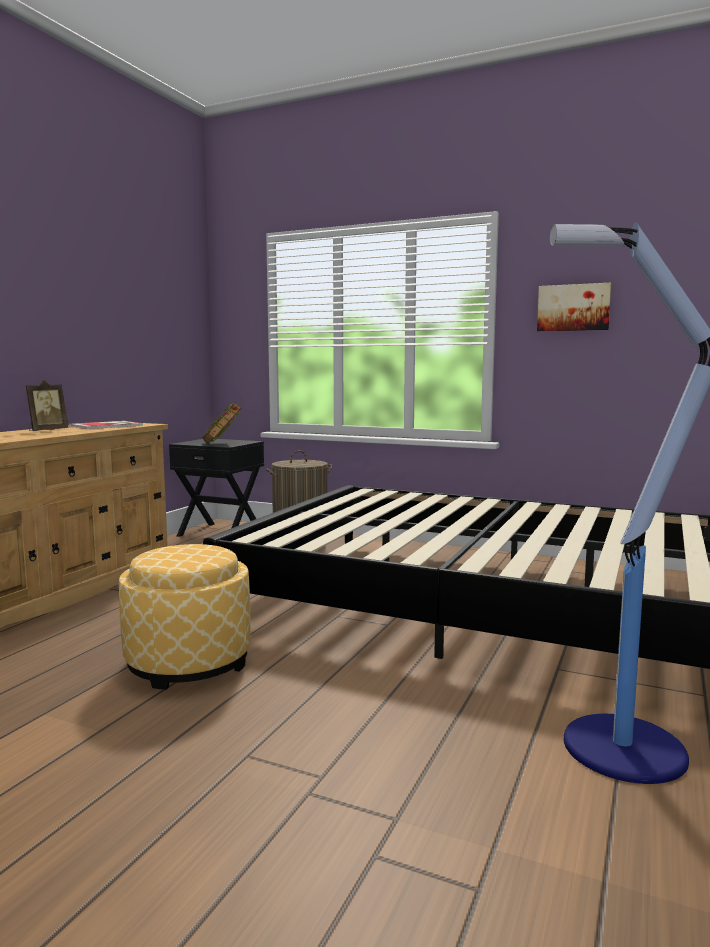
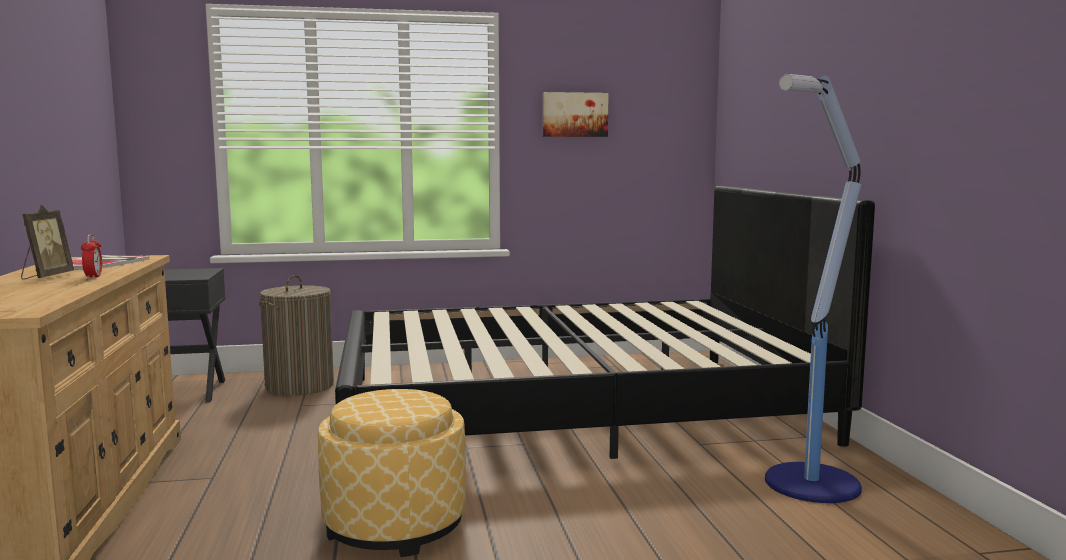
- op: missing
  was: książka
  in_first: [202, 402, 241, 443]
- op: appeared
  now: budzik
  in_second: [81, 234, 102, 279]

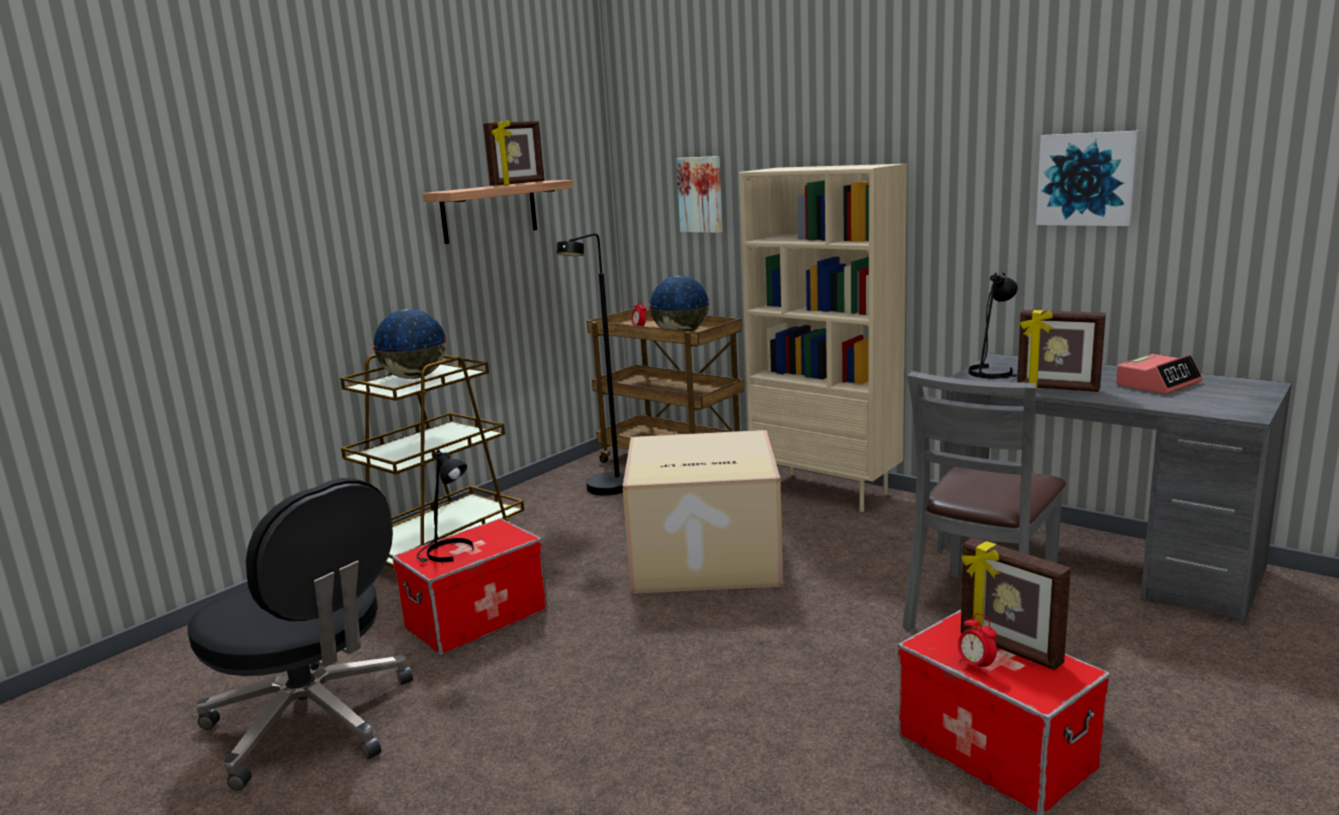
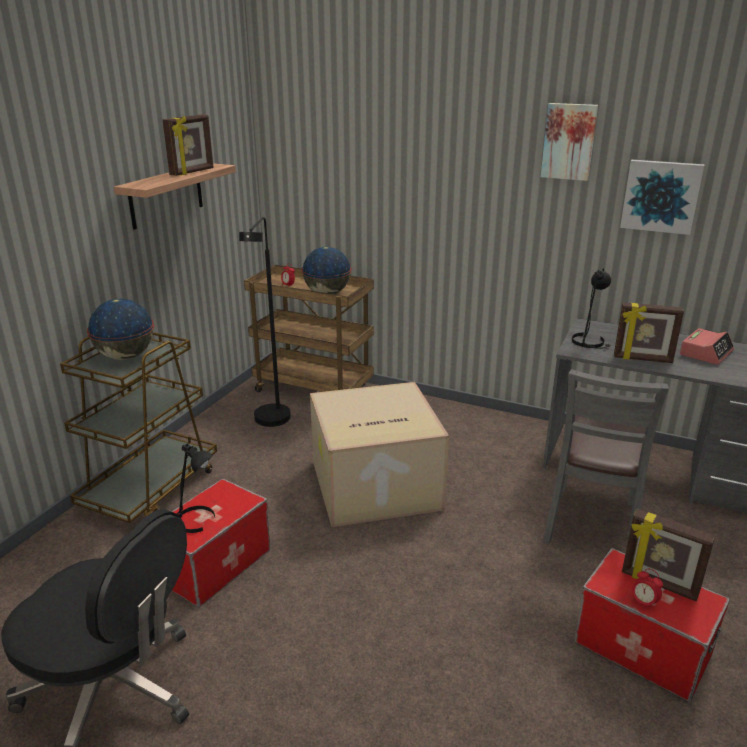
- op: relocated
  was: obraz
  in_first: [676, 156, 723, 233]
  in_second: [541, 103, 598, 181]
- op: missing
  was: regał/beżowy
  in_first: [739, 164, 907, 512]

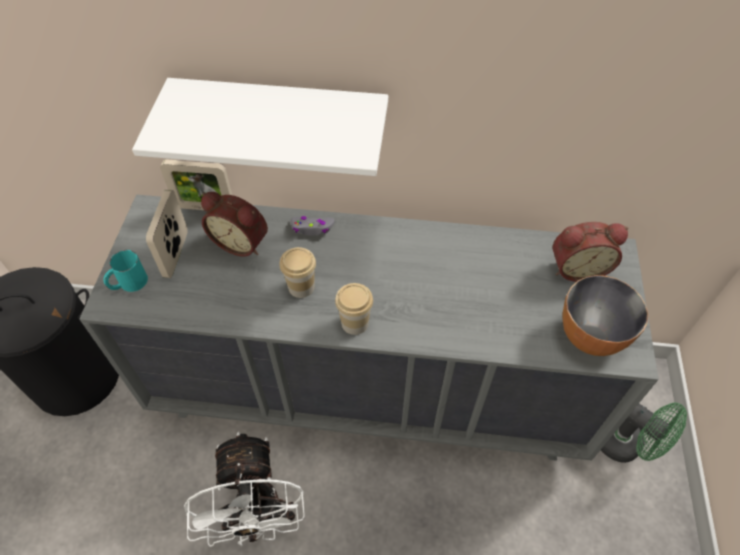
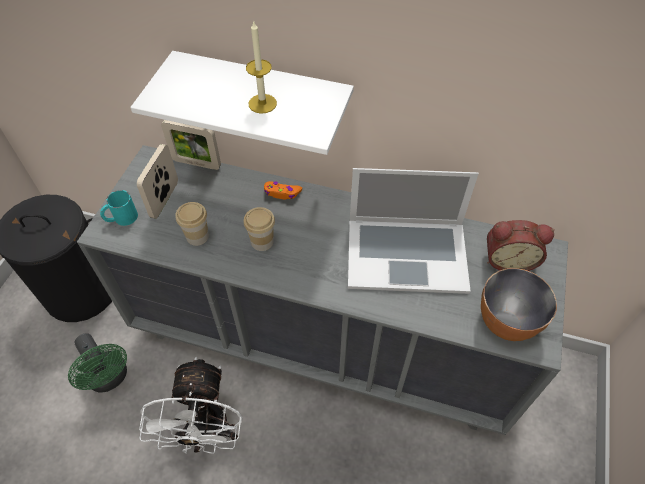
- op: missing
  was: budzik
  in_first: [201, 192, 268, 257]
- op: colour
  was: pad do gier/szary
  now: pad do gier/pomarańczowy
  in_first: [291, 216, 335, 235]
  in_second: [264, 181, 302, 199]
- op: relocated
  was: filiżanka
  in_first: [335, 283, 373, 335]
  in_second: [175, 202, 209, 246]
- op: relocated
  was: wentylator/zielony
  in_first: [601, 403, 687, 463]
  in_second: [68, 333, 127, 392]
- op: appeared
  now: świeca
  in_second: [246, 20, 277, 114]
- op: appeared
  now: laptop
  in_second: [348, 168, 479, 294]

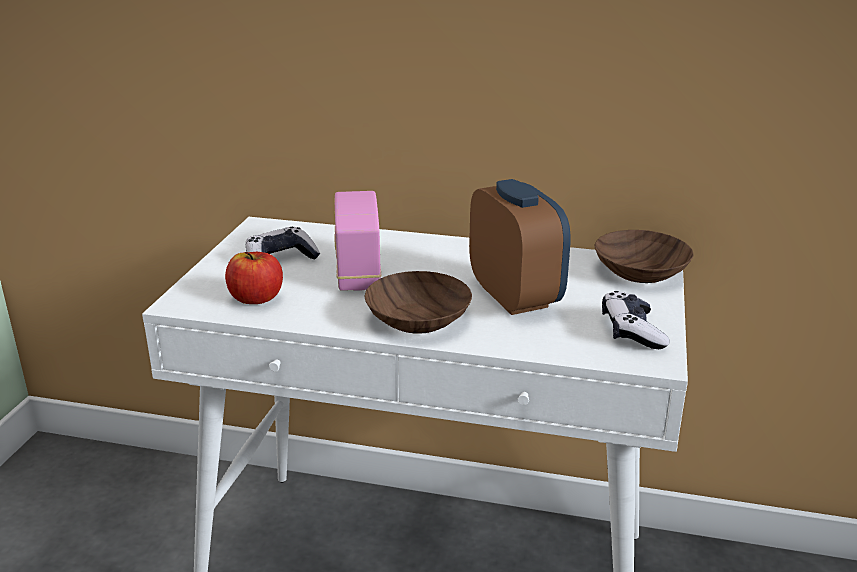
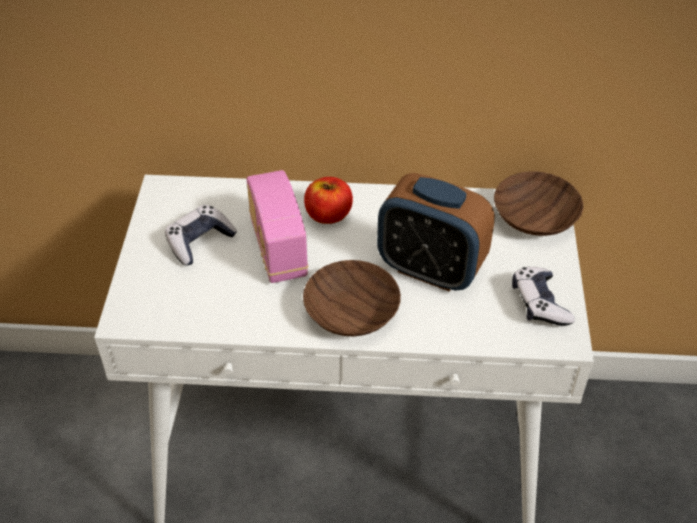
- op: spun
  was: budzik
  in_first: [469, 179, 571, 315]
  in_second: [377, 173, 495, 292]
  clockwise: 150
- op: relocated
  was: jabłko
  in_first: [225, 252, 283, 304]
  in_second: [304, 177, 353, 224]

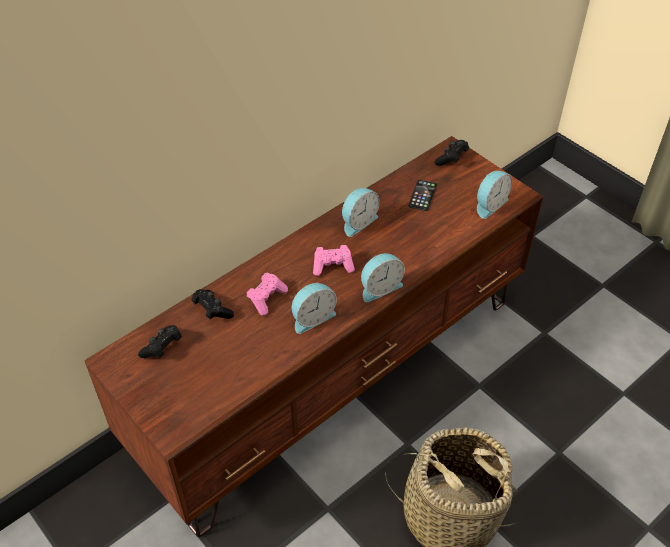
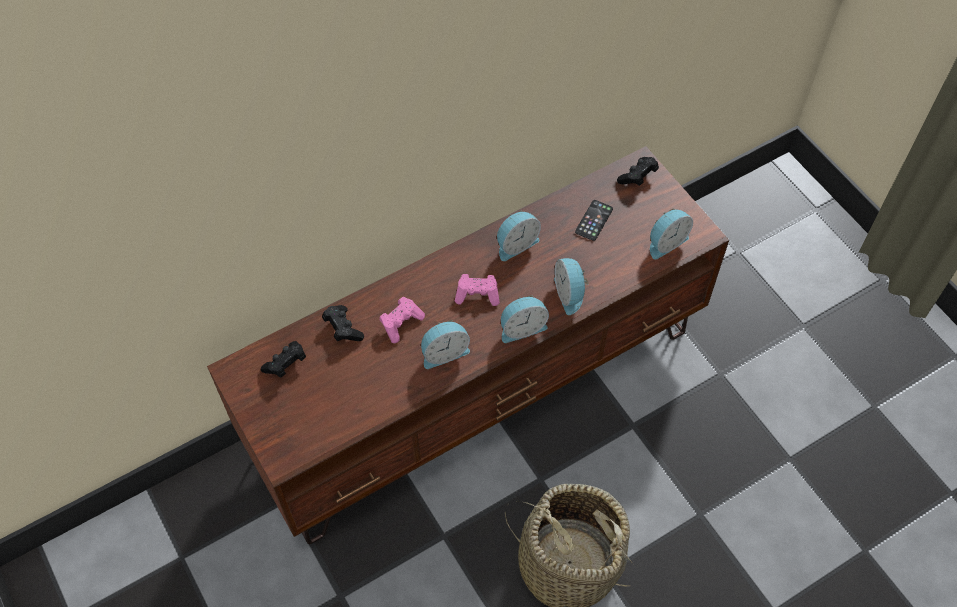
- op: appeared
  now: budzik
  in_second: [554, 258, 589, 315]

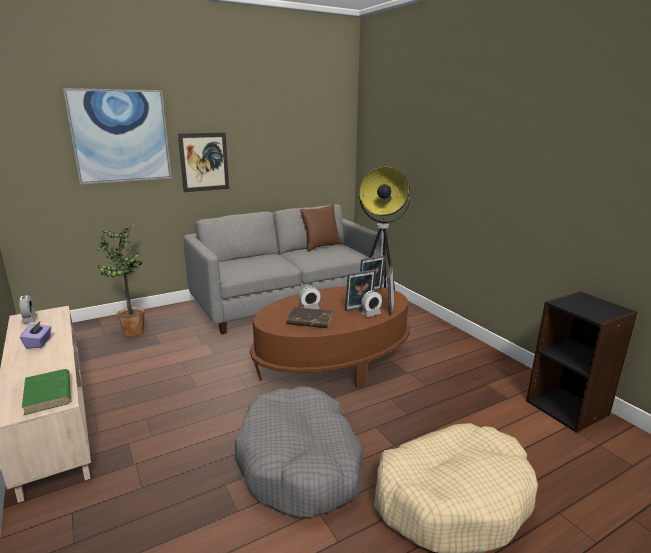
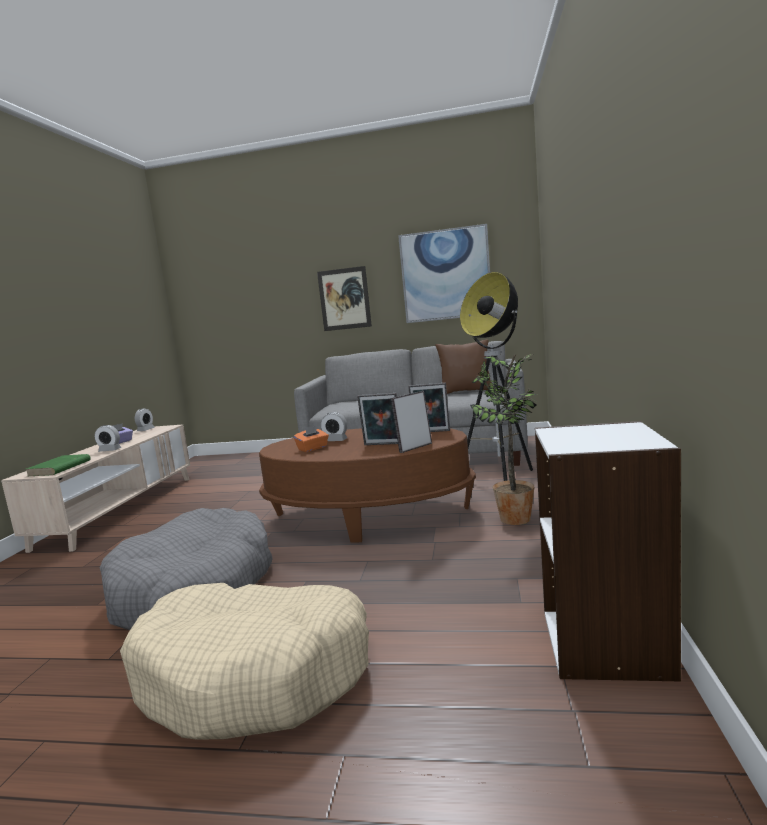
- op: relocated
  was: obraz
  in_first: [63, 88, 172, 184]
  in_second: [398, 224, 490, 323]
- op: relocated
  was: roślina doniczkowa
  in_first: [97, 224, 145, 336]
  in_second: [470, 354, 538, 525]
- op: relocated
  was: budzik
  in_first: [361, 290, 382, 317]
  in_second: [94, 425, 121, 452]
- op: colour
  was: regał/czarny
  now: regał/biały
  in_first: [526, 291, 638, 433]
  in_second: [535, 421, 681, 681]
- op: exchanged
  was: książka/brązowy
  now: pudełko chusteczek/pomarańczowy
  in_first: [286, 307, 333, 328]
  in_second: [294, 425, 329, 452]

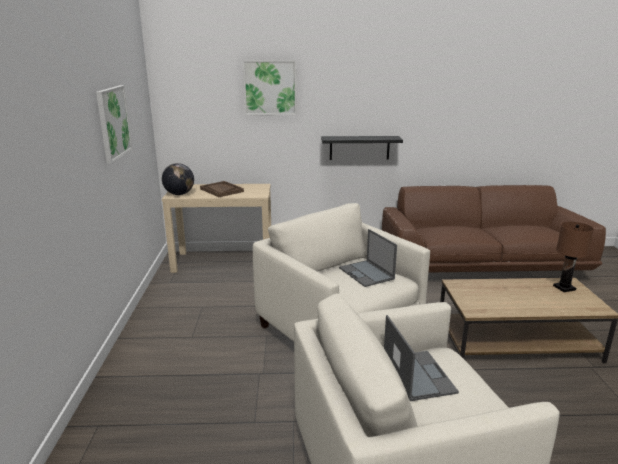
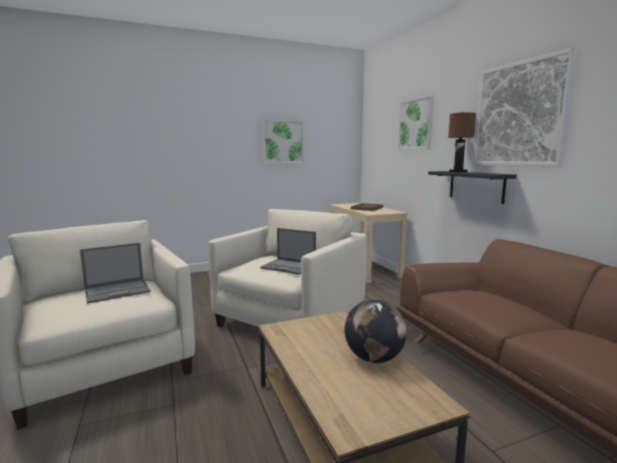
- op: relocated
  was: globus
  in_first: [162, 163, 194, 195]
  in_second: [345, 299, 407, 363]
- op: relocated
  was: lampa stołowa/brązowy
  in_first: [553, 222, 594, 292]
  in_second: [448, 112, 476, 172]
- op: spun
  was: laptop
  in_first: [339, 229, 397, 287]
  in_second: [260, 228, 316, 275]
  clockwise: -105
- op: appeared
  now: obraz
  in_second: [473, 47, 578, 166]

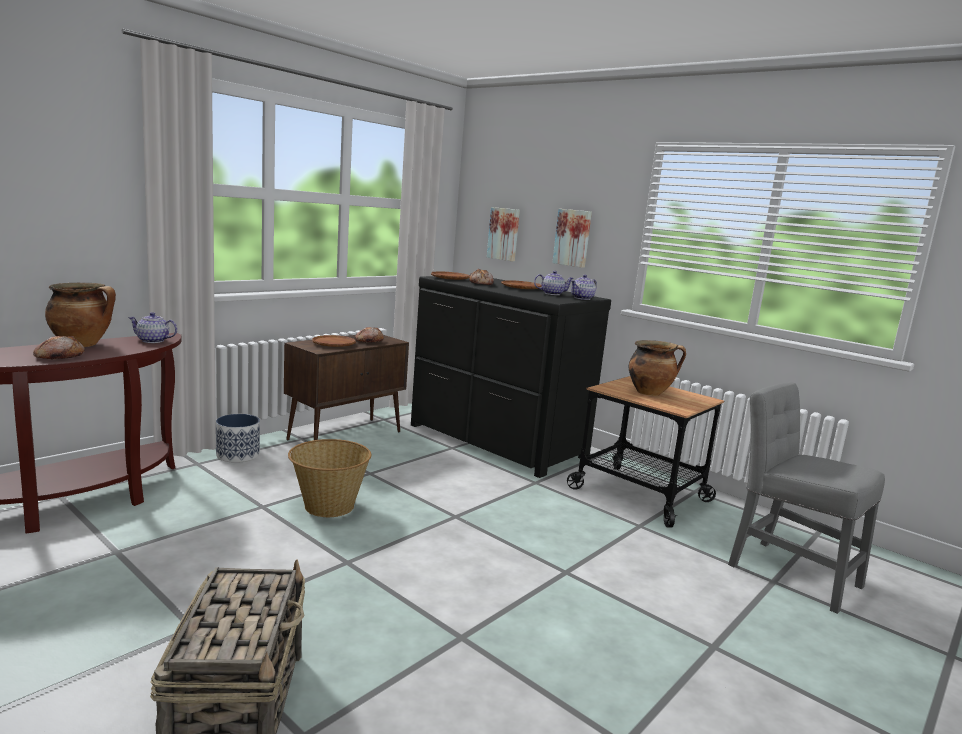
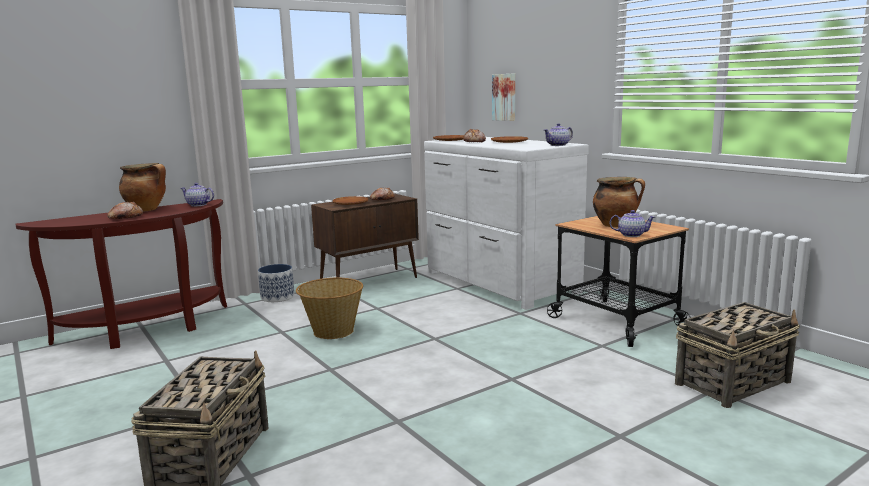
- op: missing
  was: obraz
  in_first: [552, 209, 592, 268]
- op: relocated
  was: imbryk
  in_first: [534, 271, 574, 295]
  in_second: [610, 210, 655, 237]
- op: colour
  was: komoda/czarny
  now: komoda/biały
  in_first: [411, 276, 611, 478]
  in_second: [424, 137, 589, 310]
- op: exchanged
  was: krzesło/szary
  now: koszyk
  in_first: [728, 382, 885, 614]
  in_second: [675, 302, 800, 408]

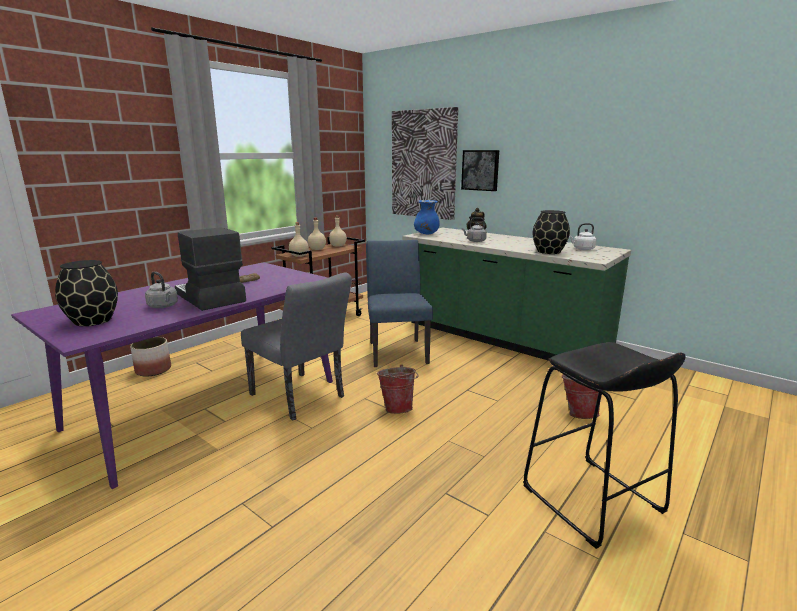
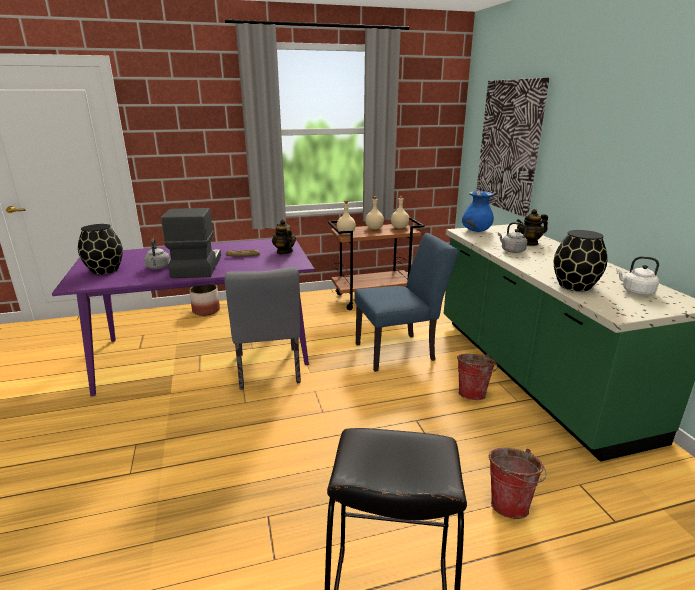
- op: missing
  was: obraz
  in_first: [461, 150, 499, 191]
- op: spun
  was: krzesło/niebieski
  in_first: [366, 240, 433, 367]
  in_second: [354, 233, 459, 372]
  clockwise: 45
- op: relocated
  was: wiadro
  in_first: [377, 364, 419, 414]
  in_second: [457, 354, 498, 400]
- op: appeared
  now: imbryk
  in_second: [272, 219, 296, 254]

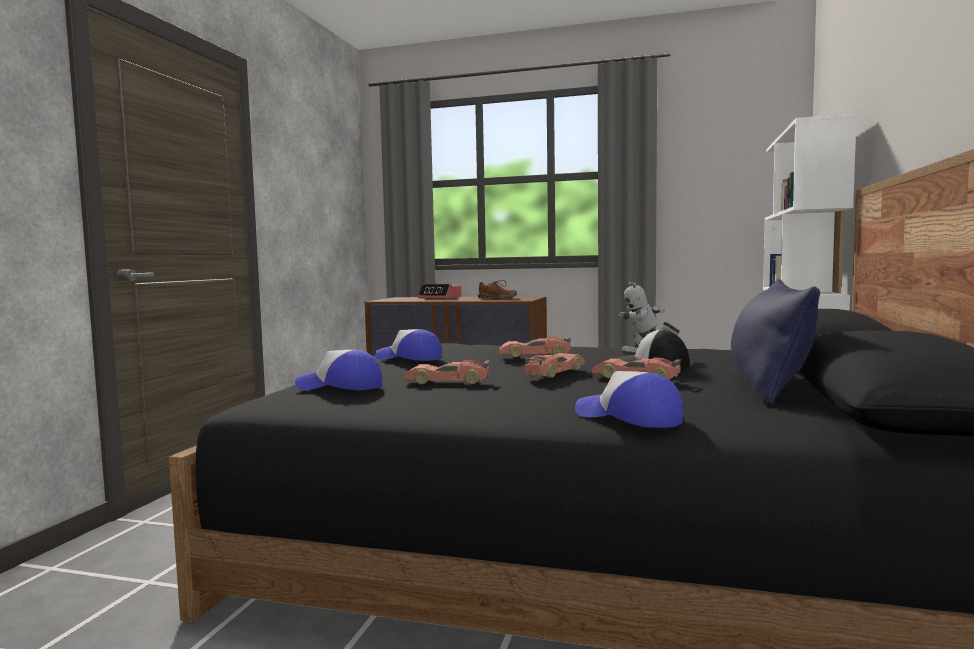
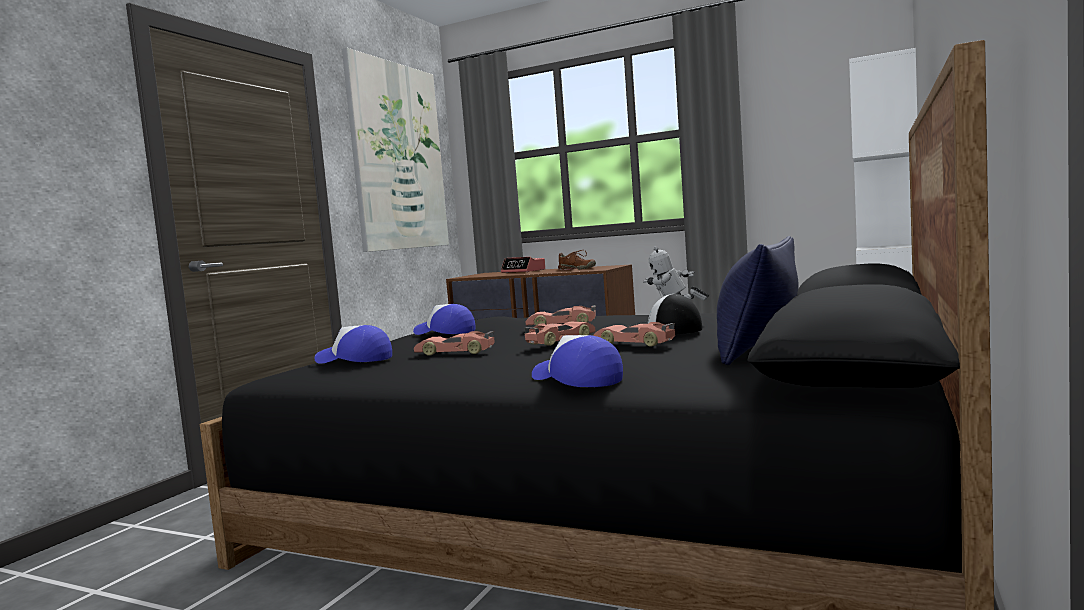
- op: appeared
  now: obraz
  in_second: [342, 47, 449, 252]

